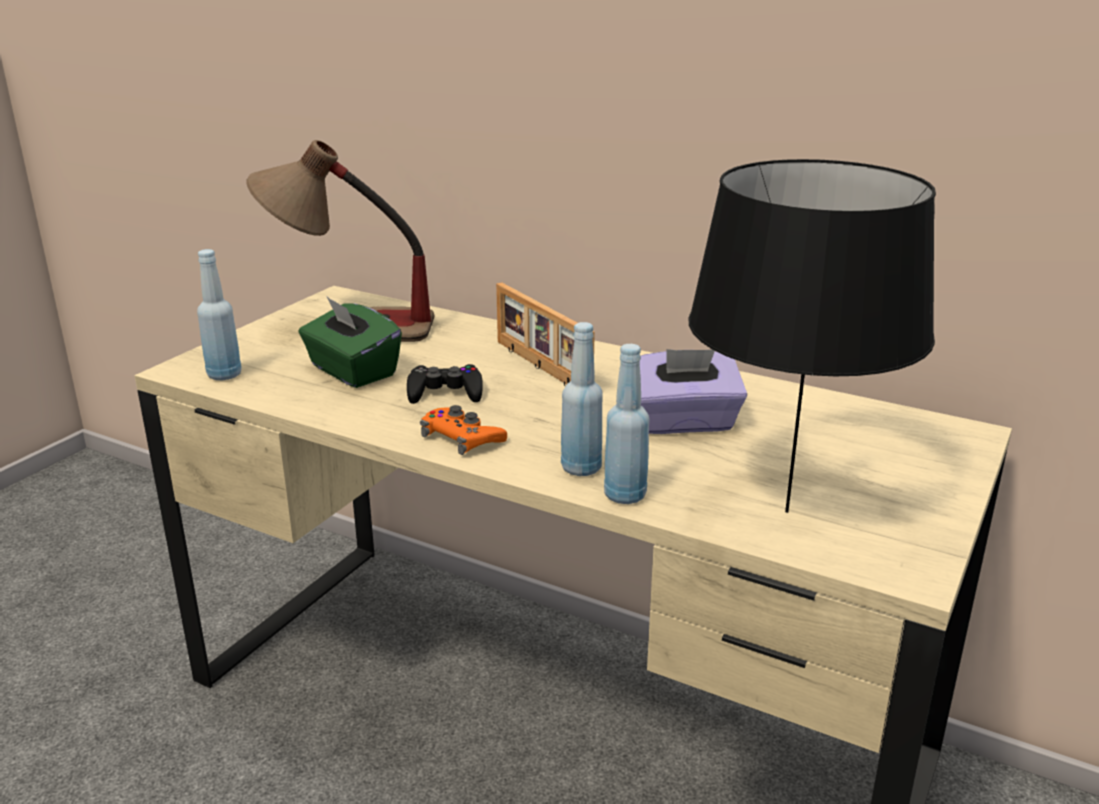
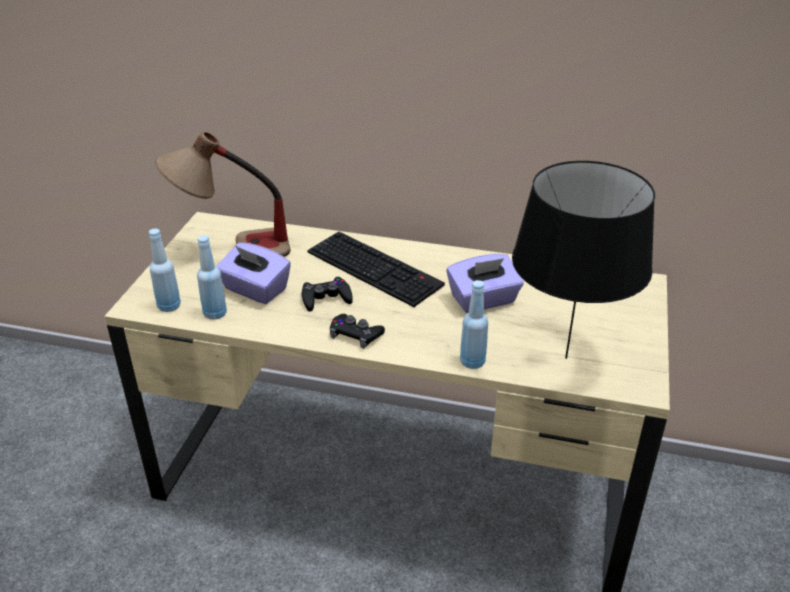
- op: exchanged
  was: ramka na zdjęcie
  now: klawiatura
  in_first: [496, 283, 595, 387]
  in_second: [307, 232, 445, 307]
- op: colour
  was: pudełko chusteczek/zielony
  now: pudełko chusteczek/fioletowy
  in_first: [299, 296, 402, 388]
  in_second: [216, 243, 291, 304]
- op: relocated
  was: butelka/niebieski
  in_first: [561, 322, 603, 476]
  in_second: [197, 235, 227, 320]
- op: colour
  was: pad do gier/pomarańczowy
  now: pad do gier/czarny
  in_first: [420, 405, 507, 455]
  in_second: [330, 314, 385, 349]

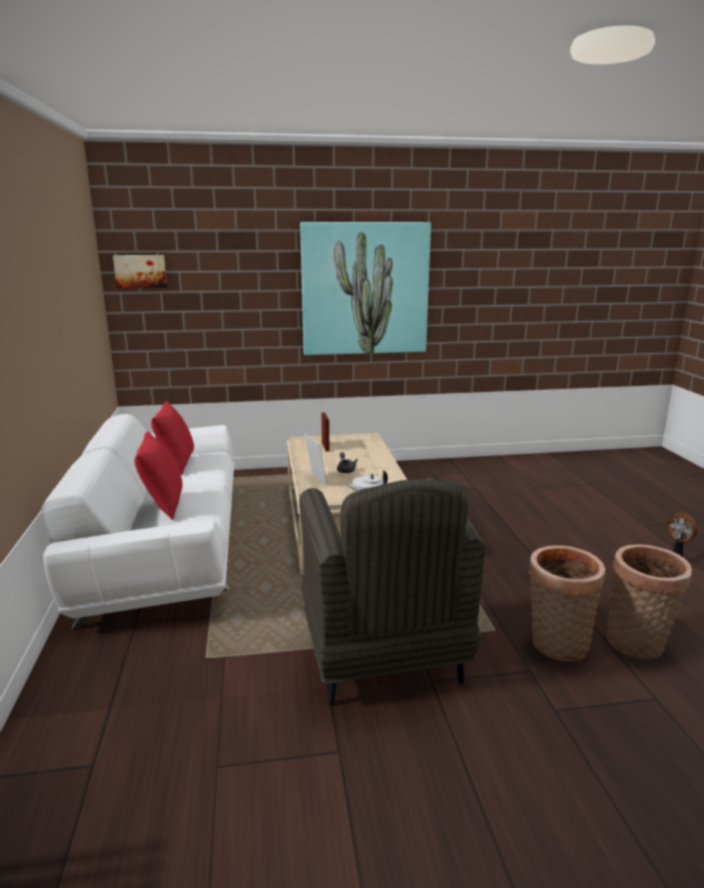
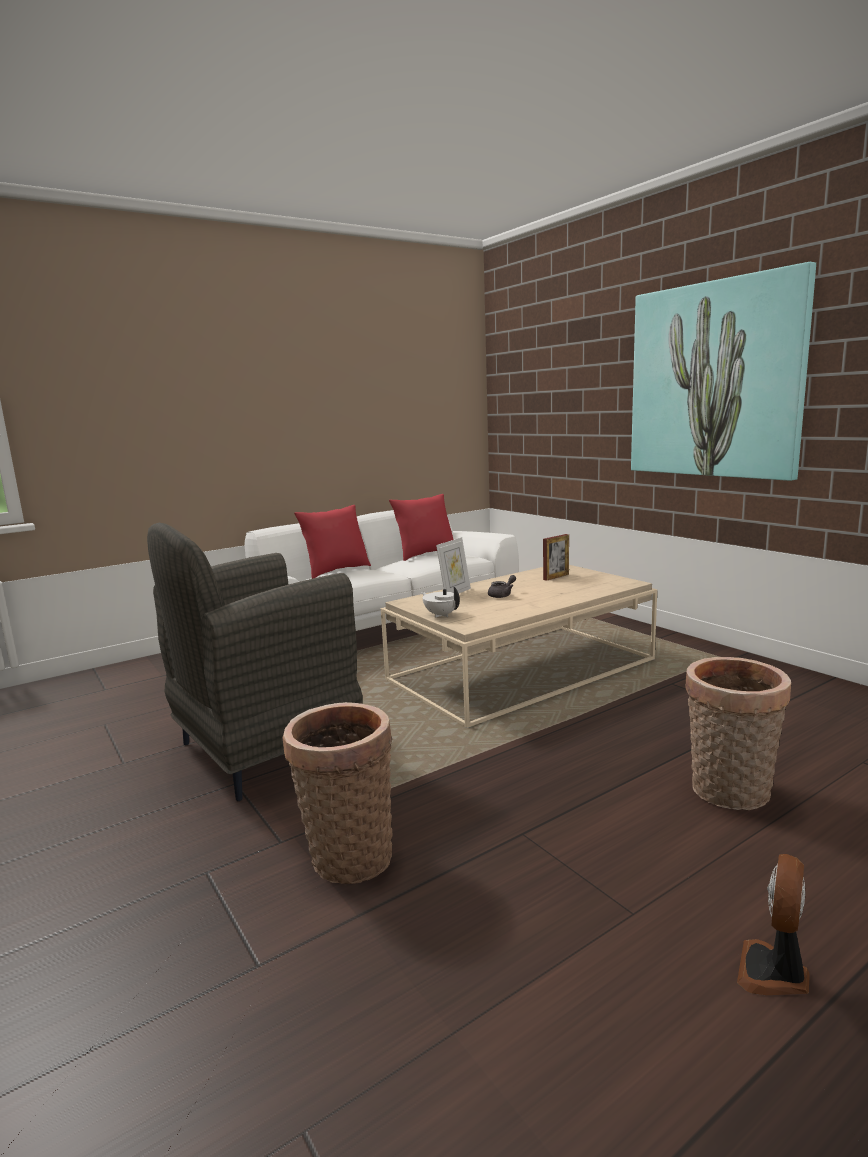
- op: missing
  was: obraz
  in_first: [113, 255, 167, 288]
- op: relocated
  was: koszyk
  in_first: [607, 544, 692, 659]
  in_second: [685, 657, 791, 810]

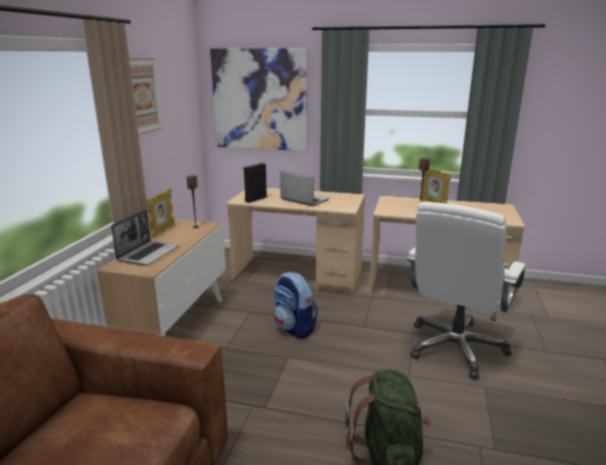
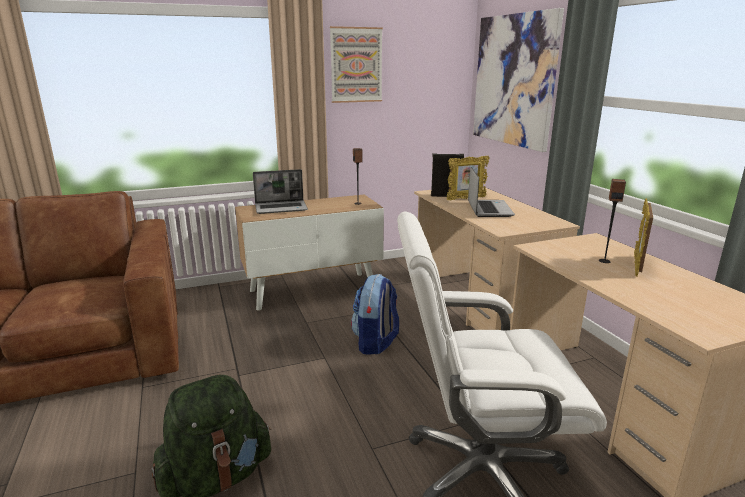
- op: relocated
  was: ramka na zdjęcie
  in_first: [147, 189, 175, 238]
  in_second: [446, 156, 490, 200]

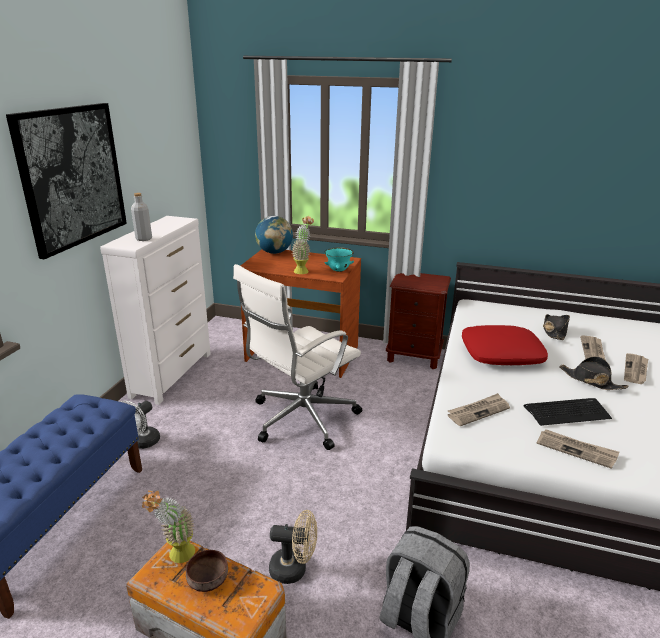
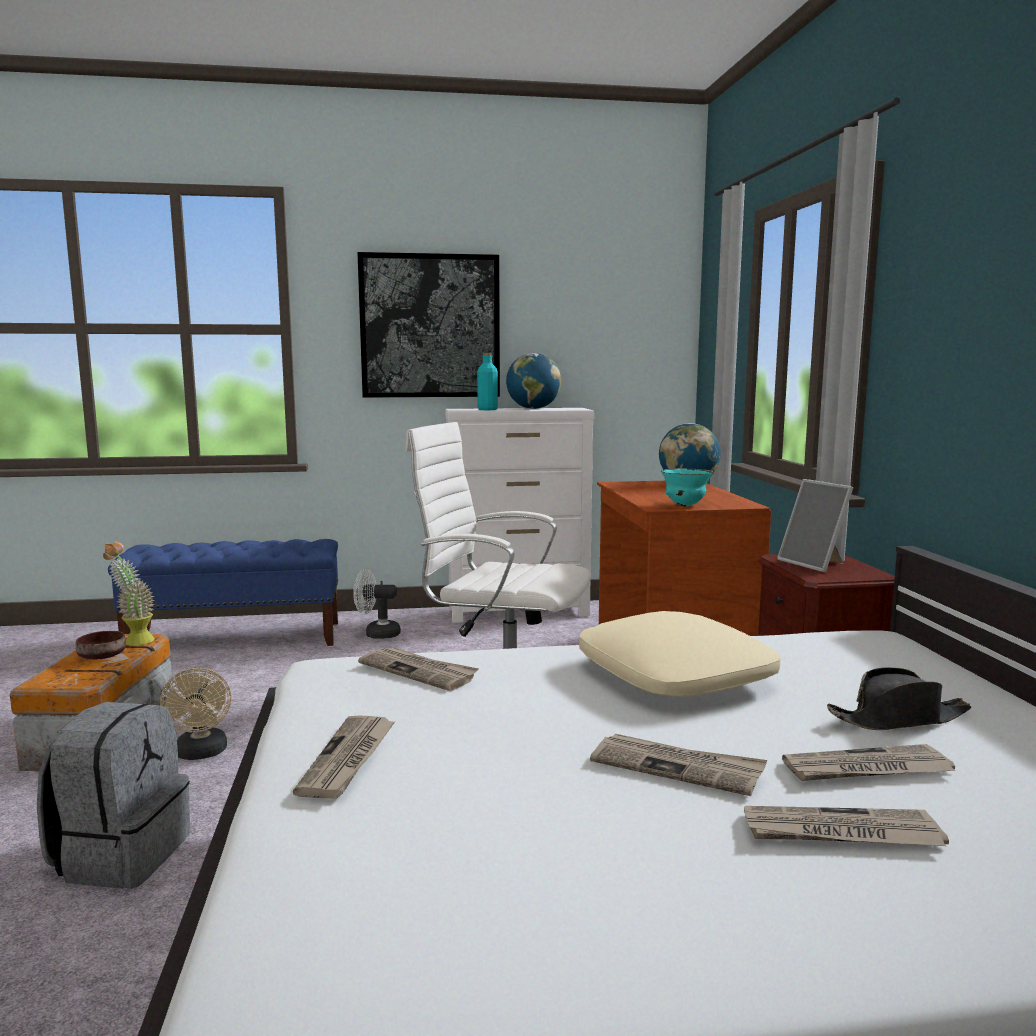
- op: colour
  was: butelka/szary
  now: butelka/turkusowy
  in_first: [131, 193, 152, 241]
  in_second: [477, 353, 498, 410]
- op: missing
  was: roślina doniczkowa
  in_first: [291, 216, 314, 274]
- op: colour
  was: poduszka/czerwony
  now: poduszka/beżowy
  in_first: [462, 325, 548, 365]
  in_second: [579, 611, 781, 697]
- op: exchanged
  was: kapelusz/czarny
  now: gazeta
  in_first: [560, 356, 628, 390]
  in_second: [590, 734, 767, 796]
- op: missing
  was: klawiatura
  in_first: [523, 398, 612, 426]
- op: appeared
  now: globus
  in_second: [506, 353, 561, 409]
- op: appeared
  now: ramka na zdjęcie
  in_second: [777, 479, 853, 572]

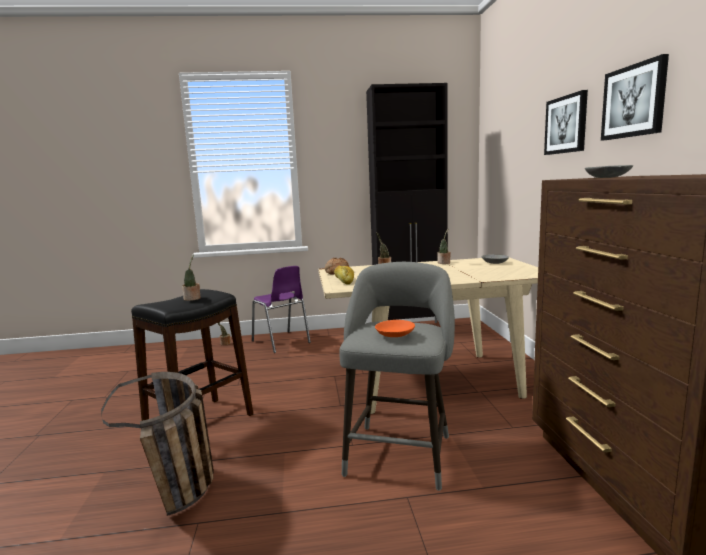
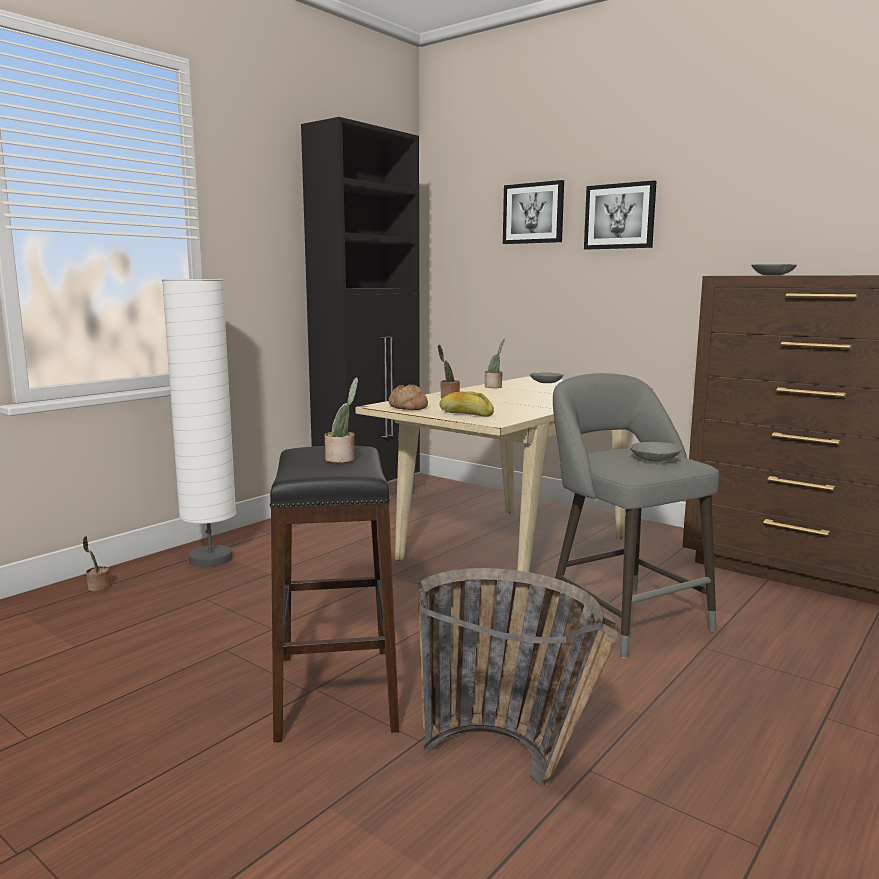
- op: relocated
  was: obraz
  in_first: [601, 54, 669, 140]
  in_second: [503, 180, 564, 244]
- op: exchanged
  was: krzesło/fioletowy
  now: lampa stojąca/biały
  in_first: [252, 266, 311, 353]
  in_second: [162, 279, 236, 567]
- op: colour
  was: miska/pomarańczowy
  now: miska/szary
  in_first: [375, 320, 415, 337]
  in_second: [630, 442, 682, 462]

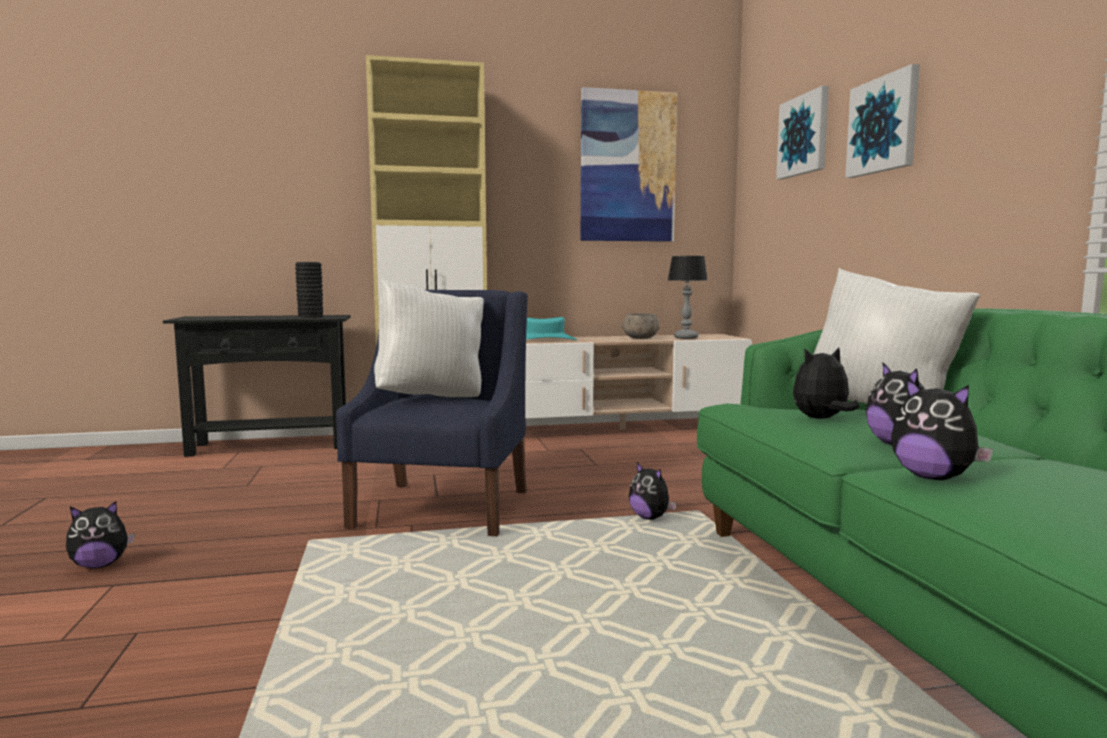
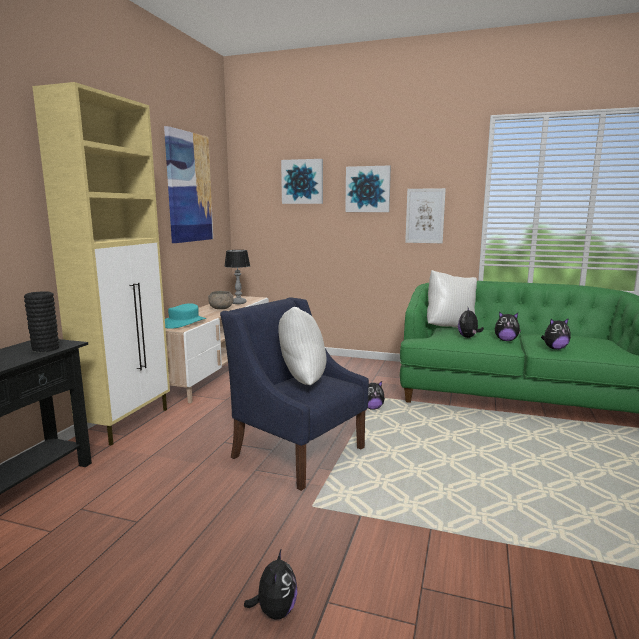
- op: appeared
  now: obraz
  in_second: [405, 188, 446, 243]

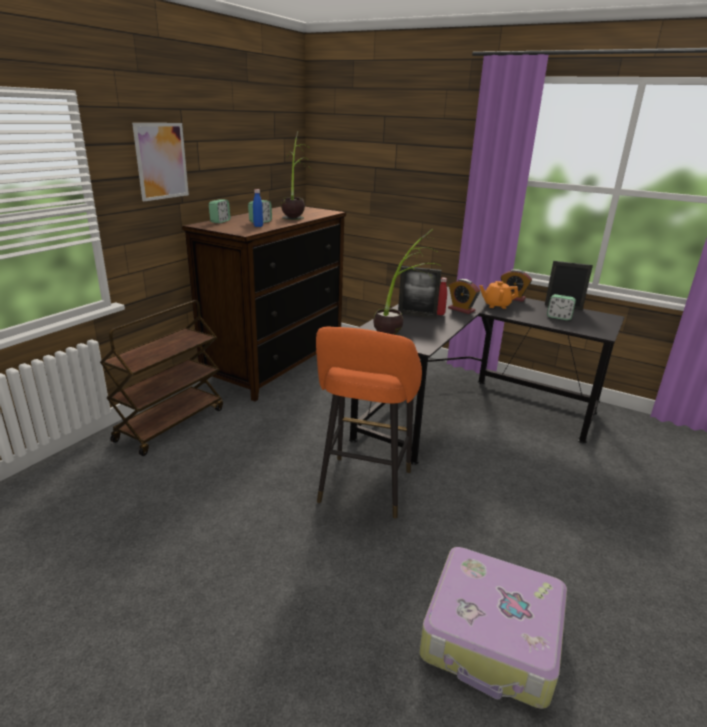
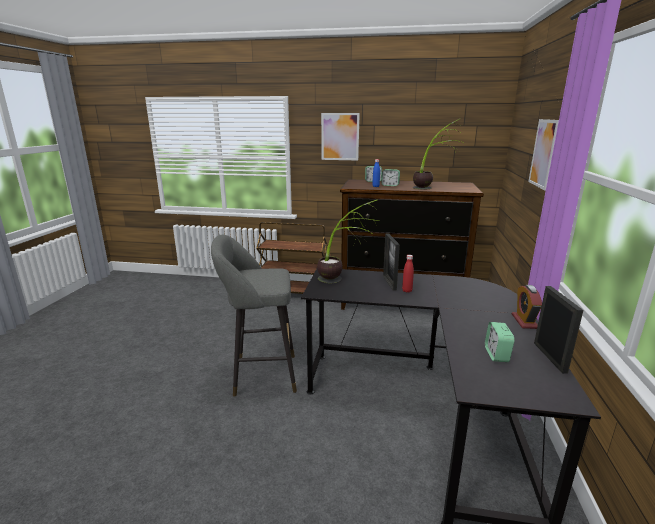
- op: missing
  was: budzik
  in_first: [448, 279, 480, 314]
- op: missing
  was: imbryk/pomarańczowy
  in_first: [479, 281, 518, 309]
- op: colour
  was: stołek/pomarańczowy
  now: stołek/szary
  in_first: [316, 327, 422, 519]
  in_second: [211, 235, 297, 397]
- op: missing
  was: walizka
  in_first: [419, 547, 567, 709]
- op: appeared
  now: obraz
  in_second: [528, 119, 559, 191]

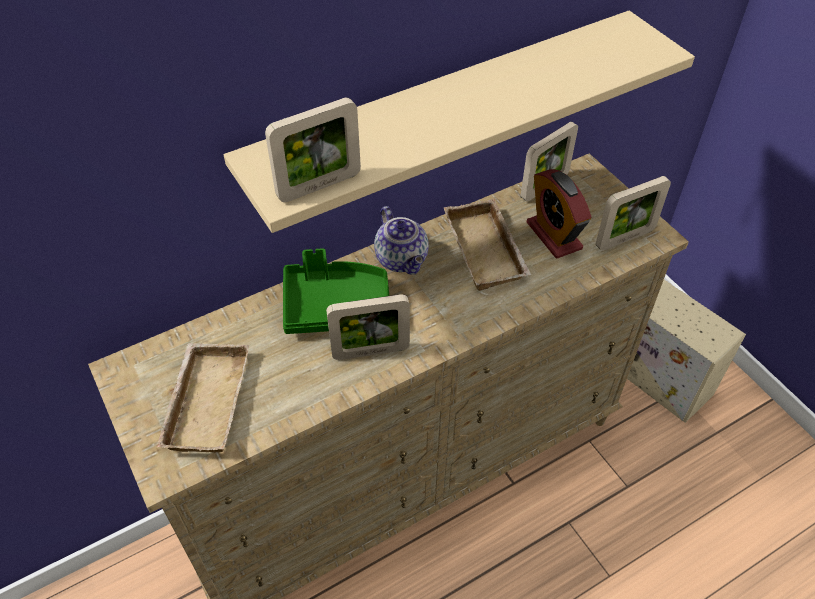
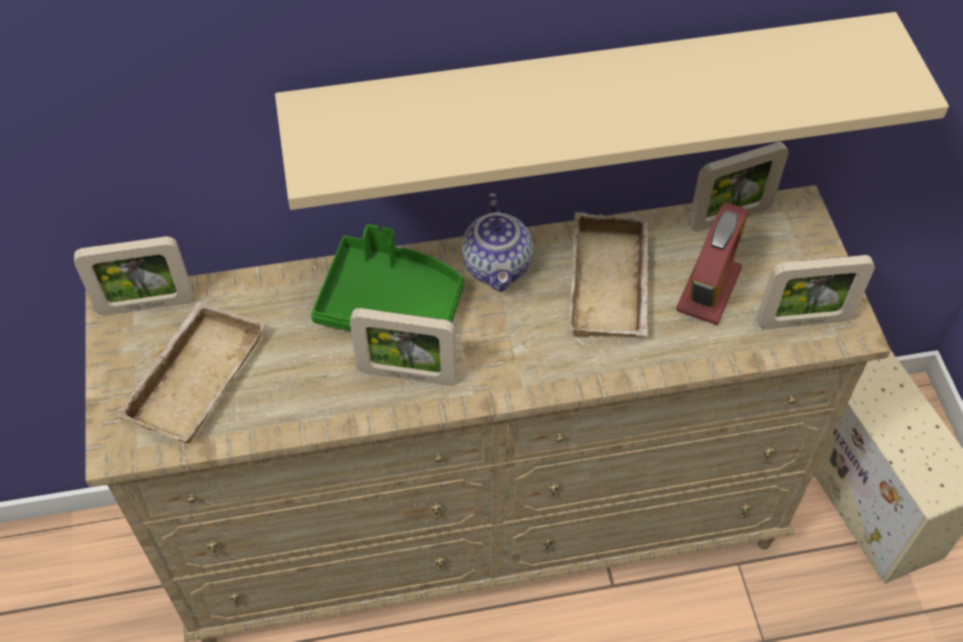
- op: relocated
  was: ramka na zdjęcie
  in_first: [265, 97, 361, 202]
  in_second: [74, 236, 193, 315]
- op: spun
  was: budzik
  in_first: [527, 169, 591, 259]
  in_second: [676, 202, 749, 325]
  clockwise: -150

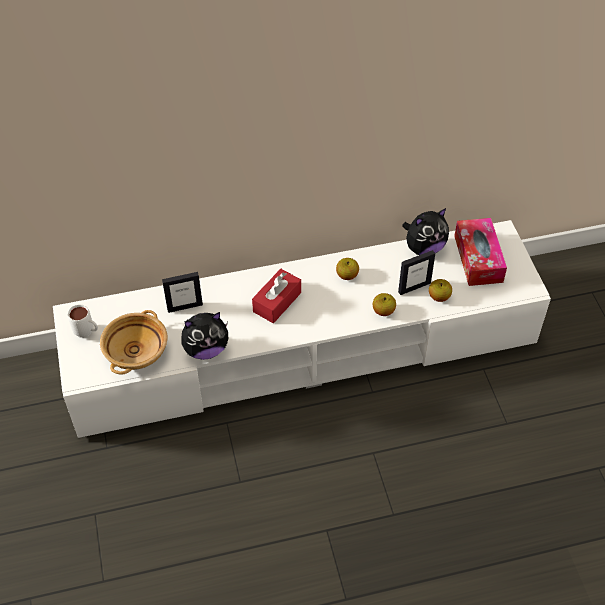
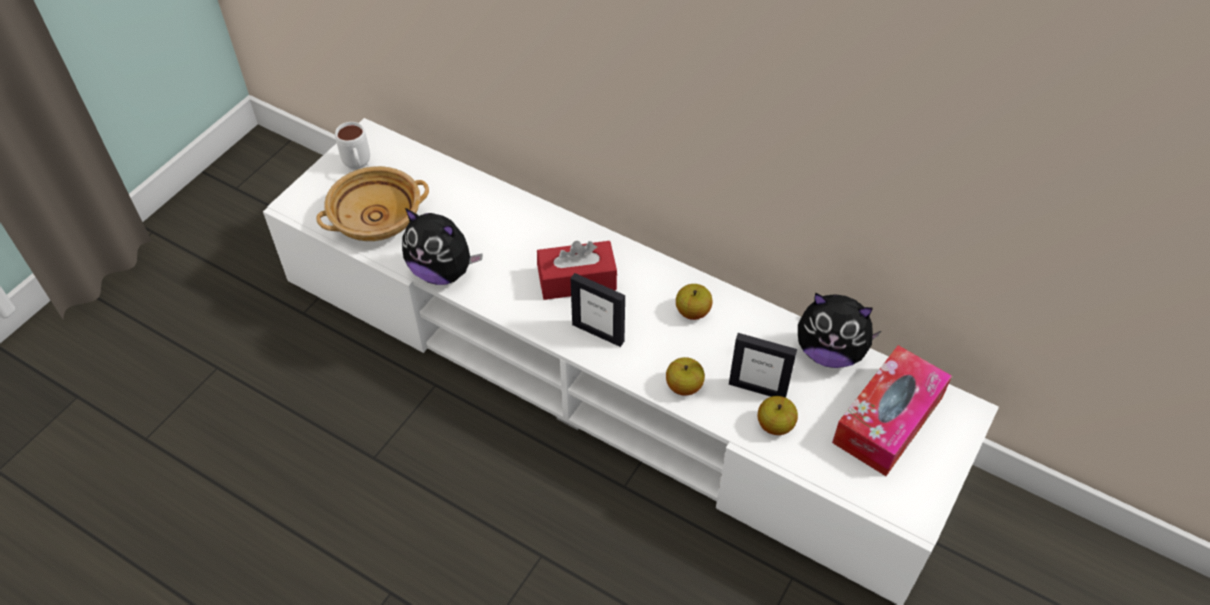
- op: relocated
  was: ramka na zdjęcie
  in_first: [162, 272, 203, 313]
  in_second: [570, 273, 625, 347]

